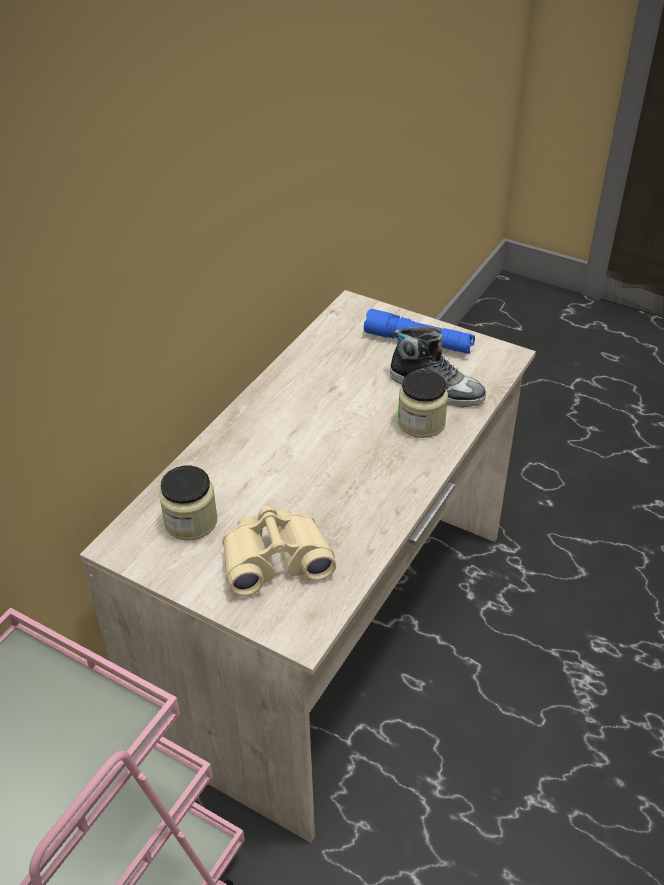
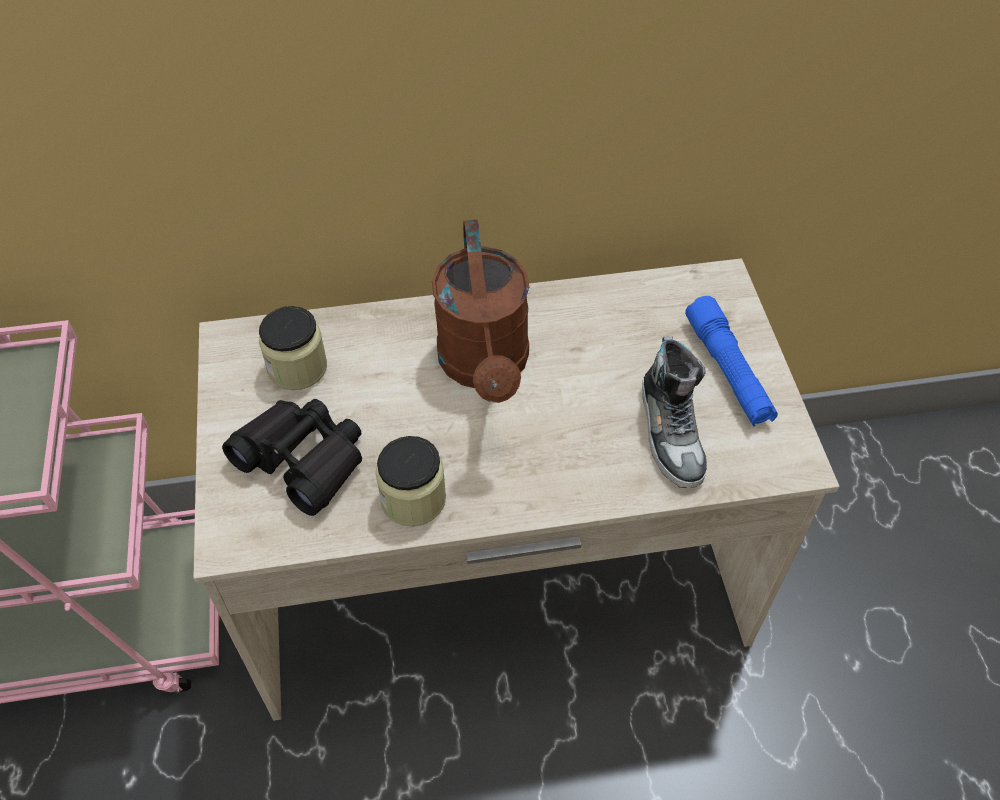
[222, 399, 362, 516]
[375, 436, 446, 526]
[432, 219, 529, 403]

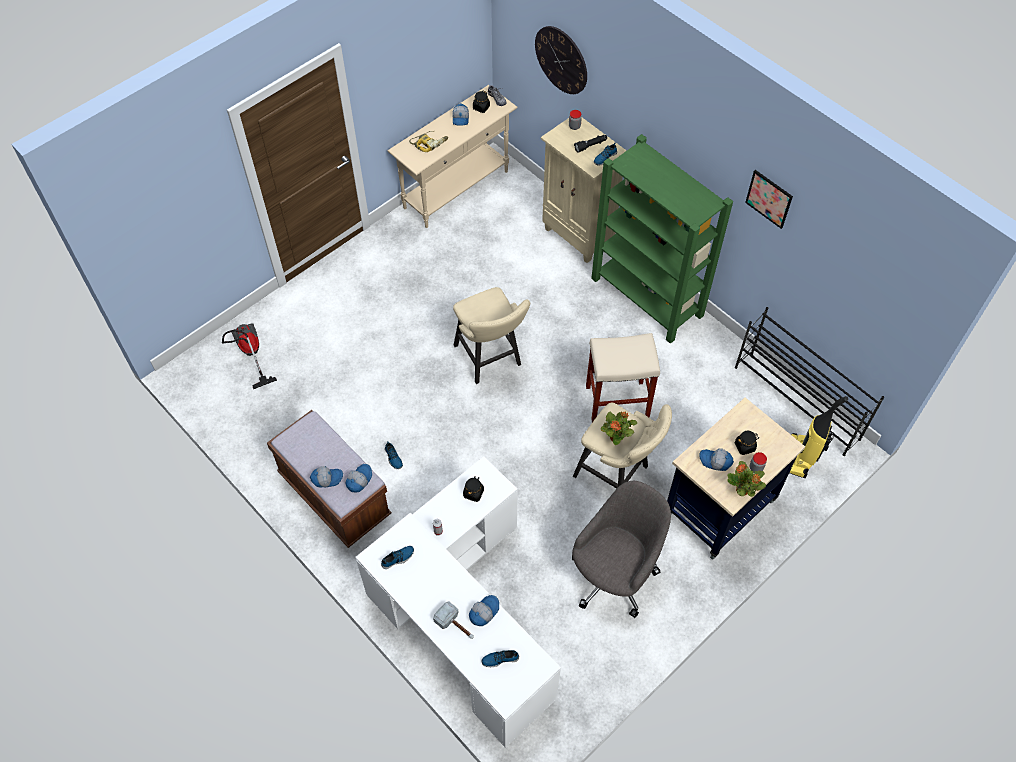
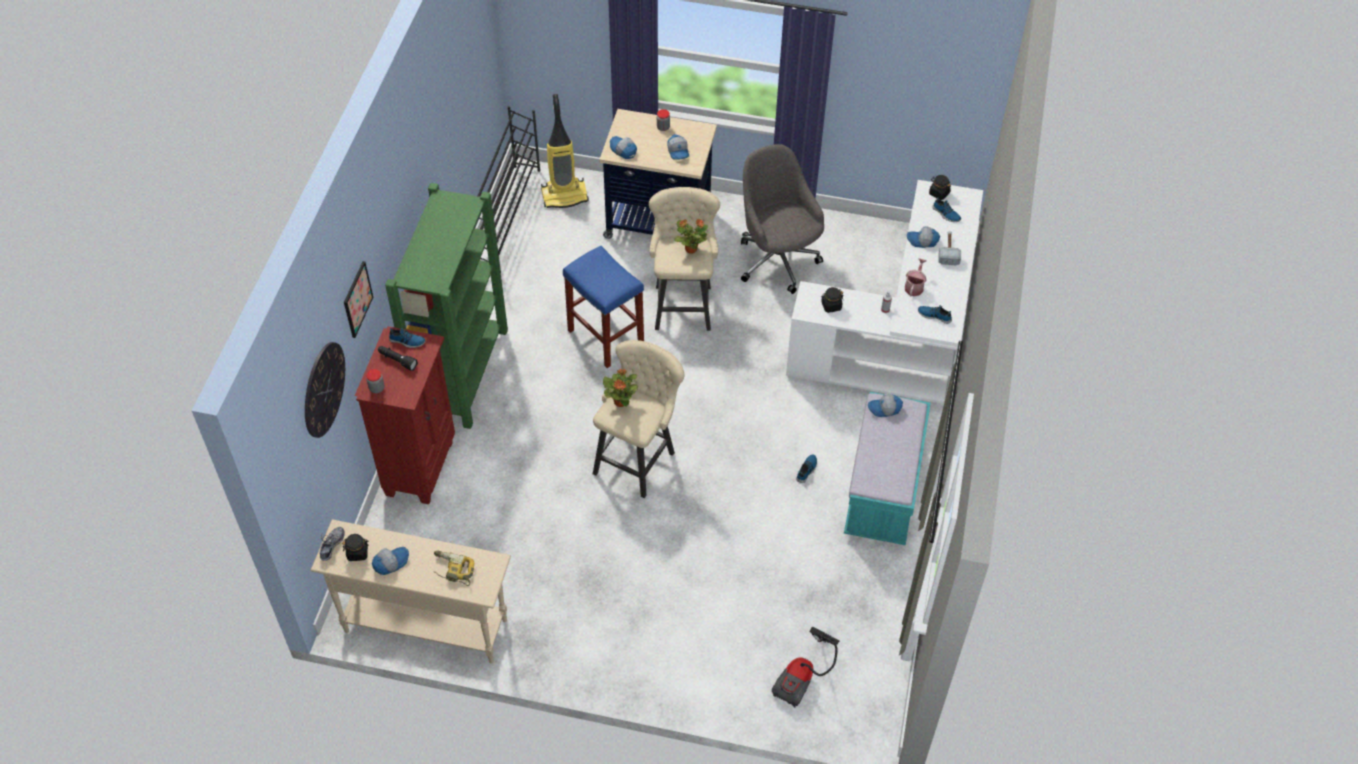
[344, 261, 373, 338]
[355, 326, 455, 504]
[563, 246, 644, 368]
[603, 369, 638, 407]
[610, 136, 637, 159]
[741, 144, 824, 294]
[844, 392, 931, 545]
[905, 259, 927, 296]
[929, 175, 951, 200]

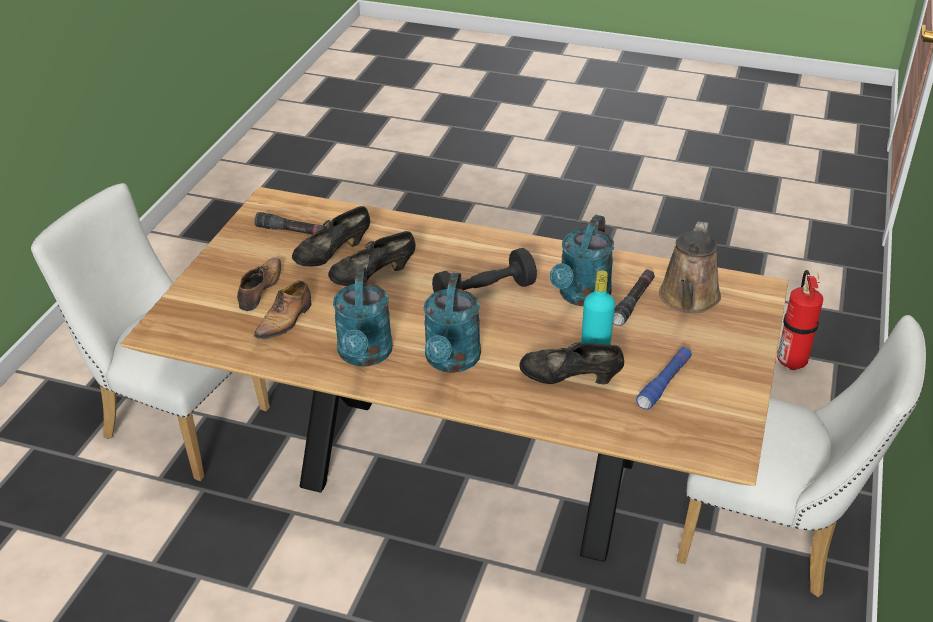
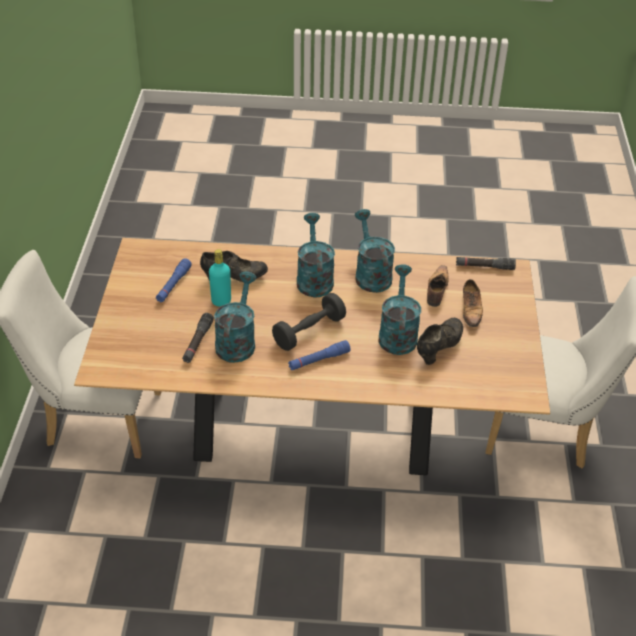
[288, 340, 351, 370]
[378, 264, 421, 355]
[456, 257, 516, 270]
[659, 222, 721, 313] (first image)
[777, 270, 823, 370] (first image)

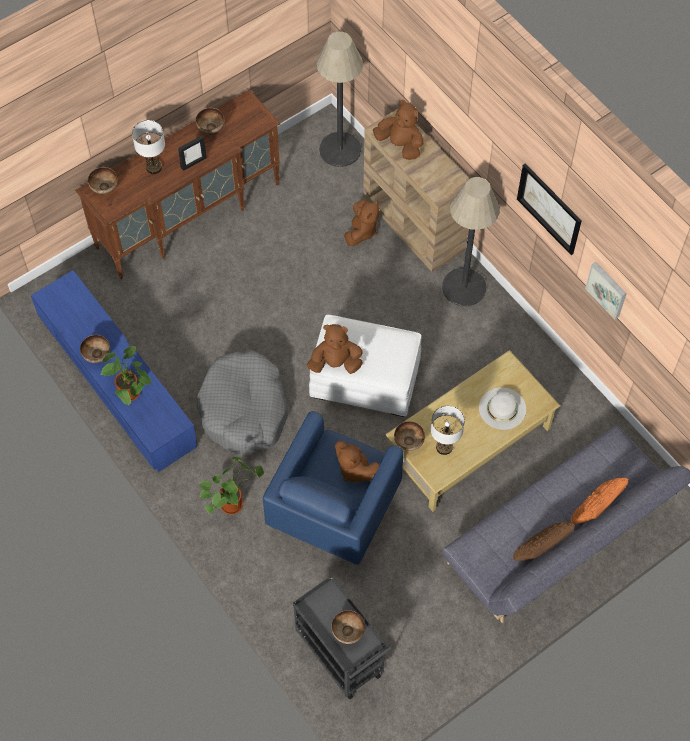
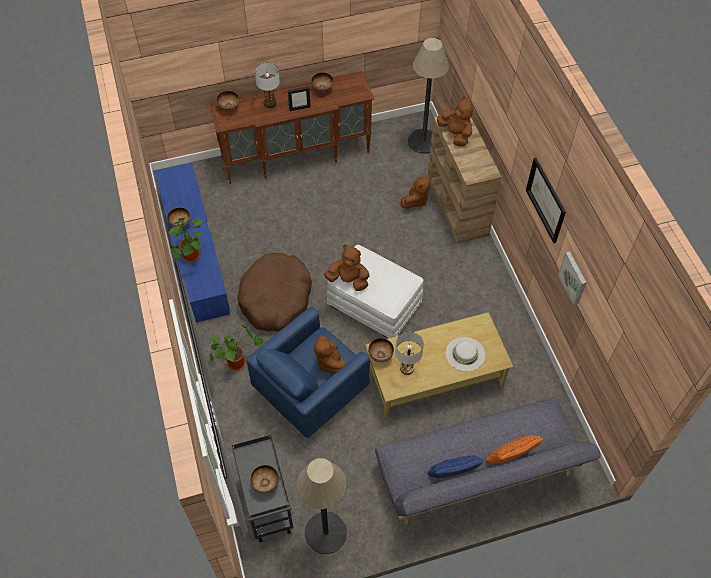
[237, 253, 312, 331]
[296, 458, 347, 554]
[427, 455, 483, 478]

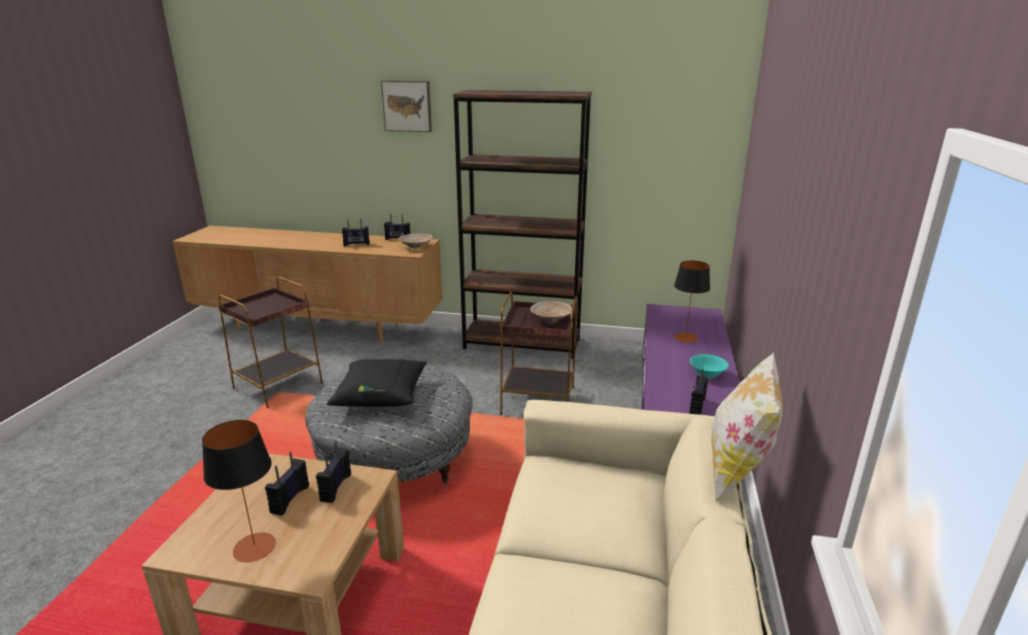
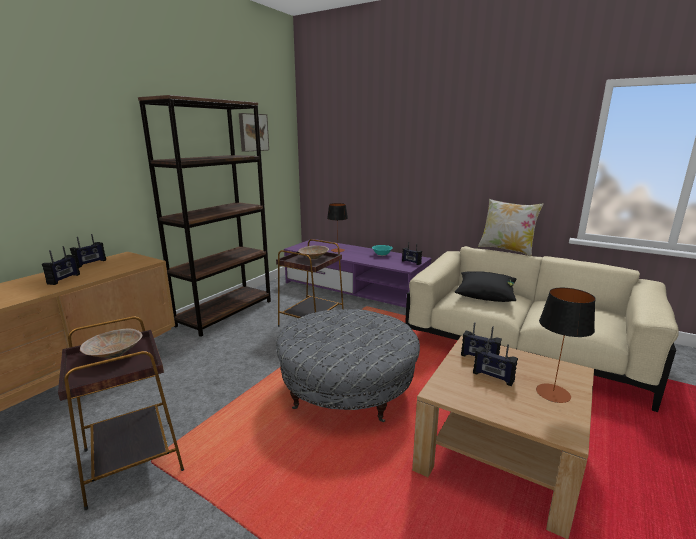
[80, 329, 142, 358]
[239, 113, 269, 152]
[455, 271, 516, 302]

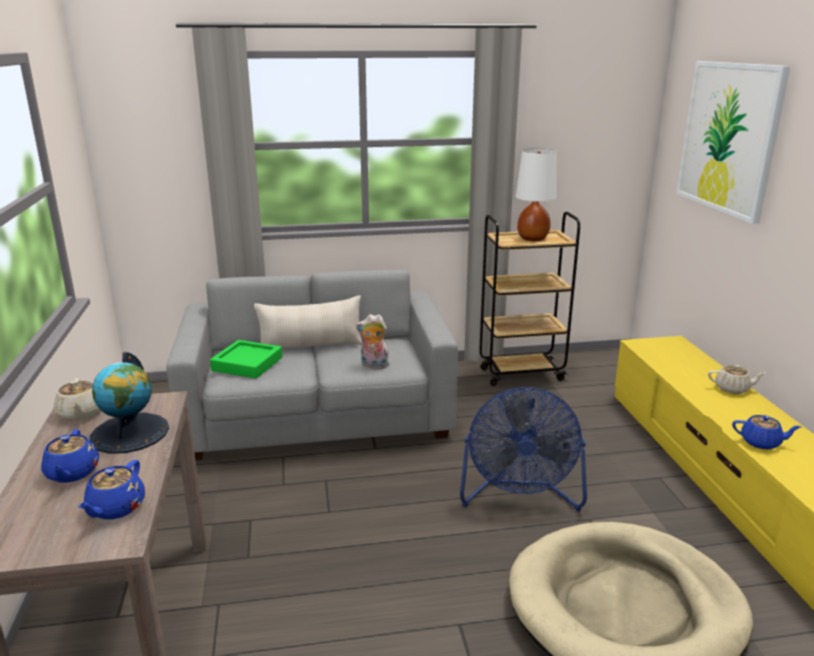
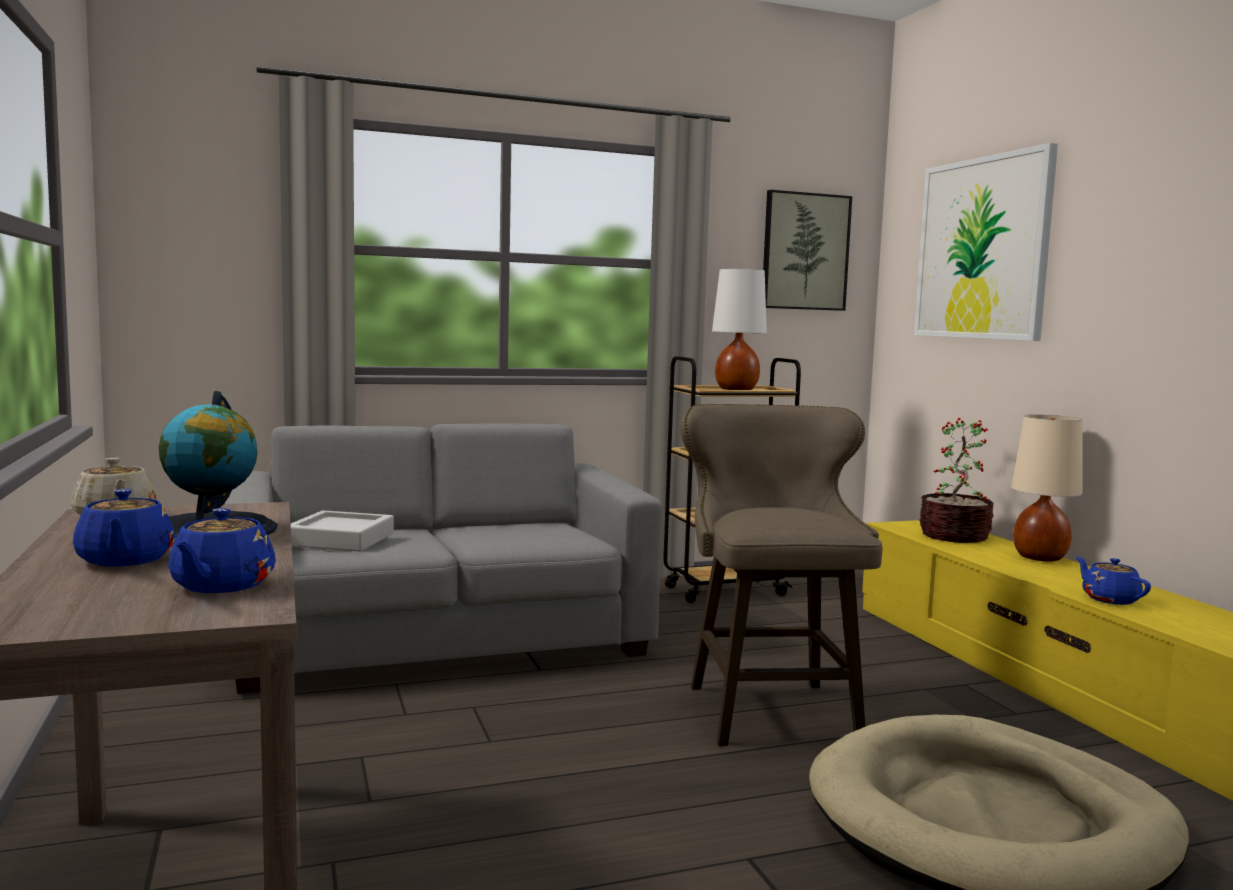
[291, 510, 394, 552]
[680, 404, 882, 746]
[763, 190, 852, 311]
[919, 418, 994, 543]
[1011, 415, 1083, 562]
[1076, 556, 1151, 605]
[254, 295, 362, 349] (first image)
[356, 314, 389, 369] (first image)

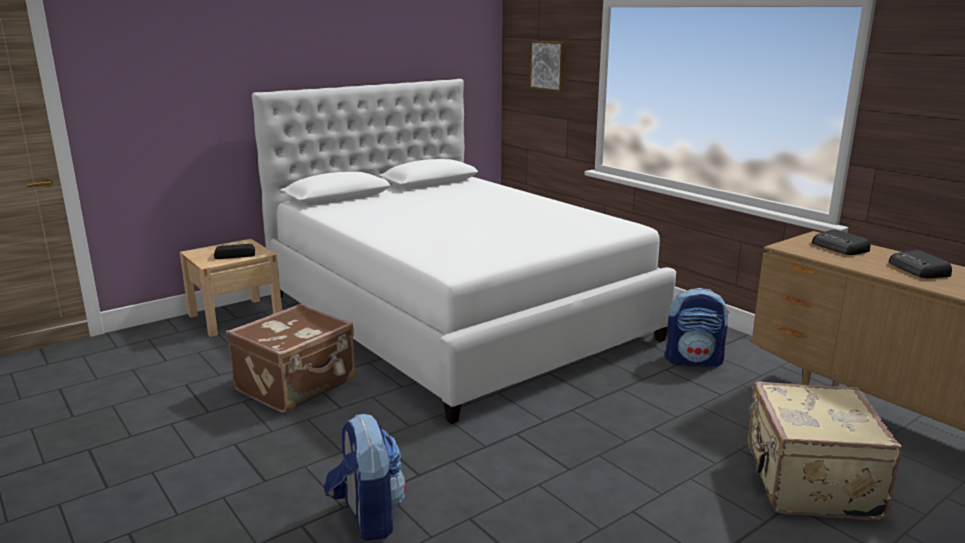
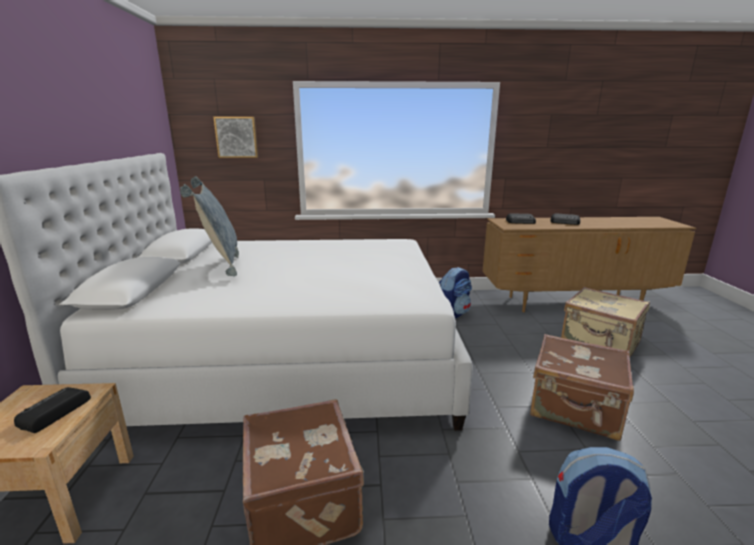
[180, 176, 239, 277]
[530, 334, 634, 441]

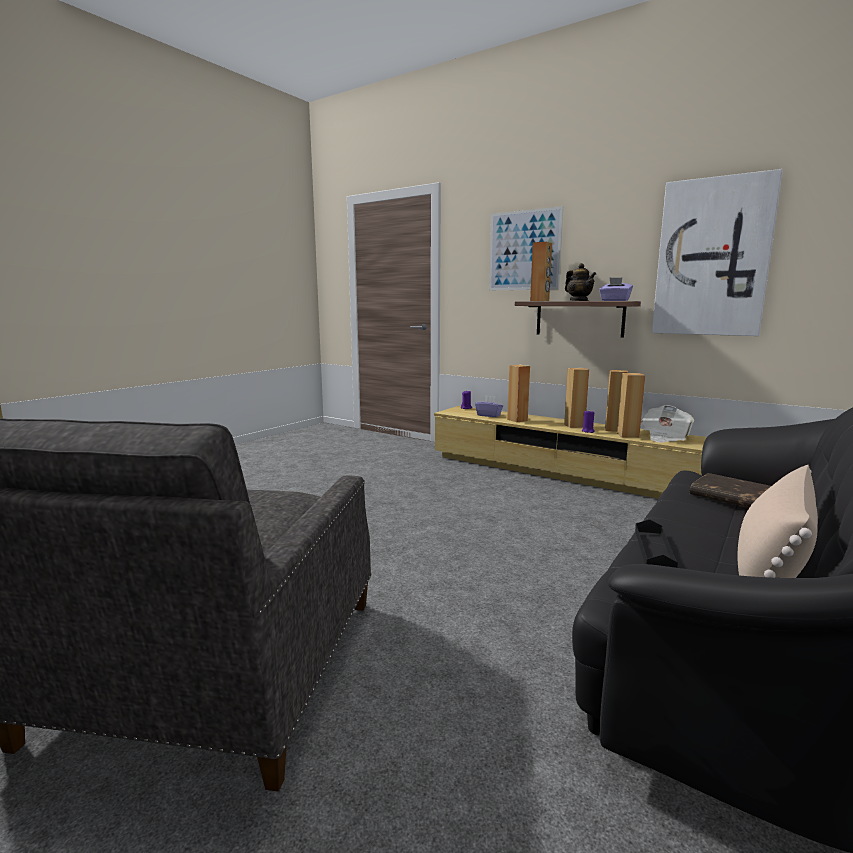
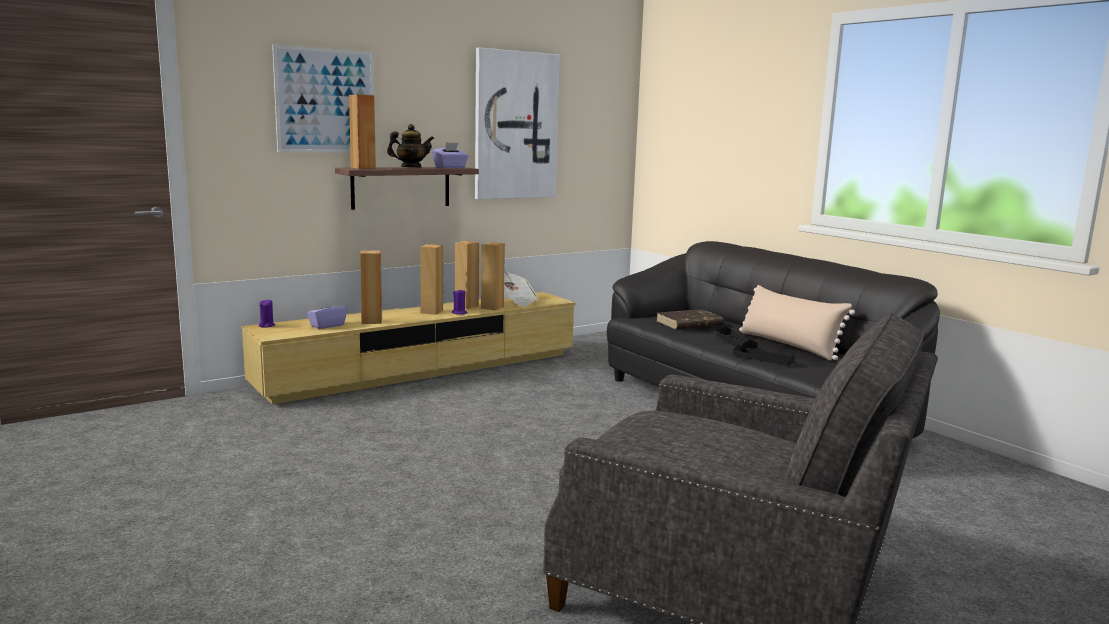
[716, 326, 758, 349]

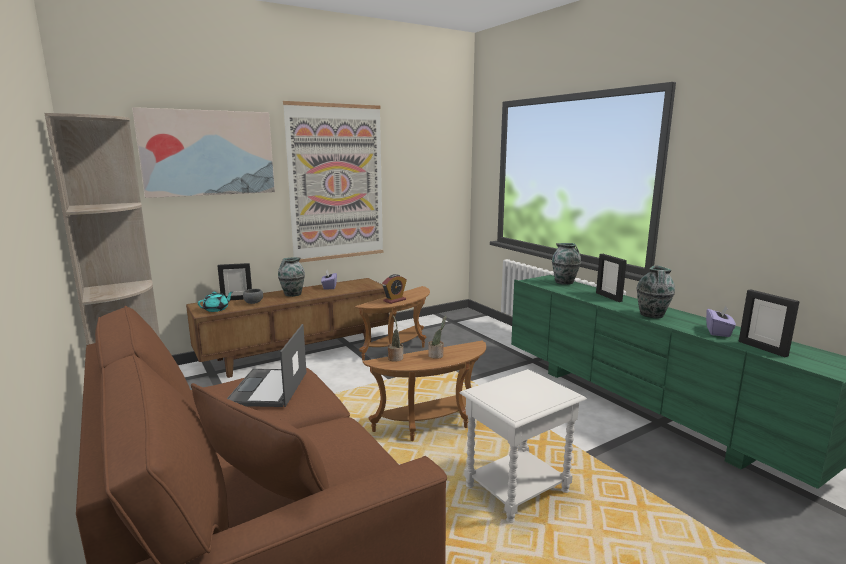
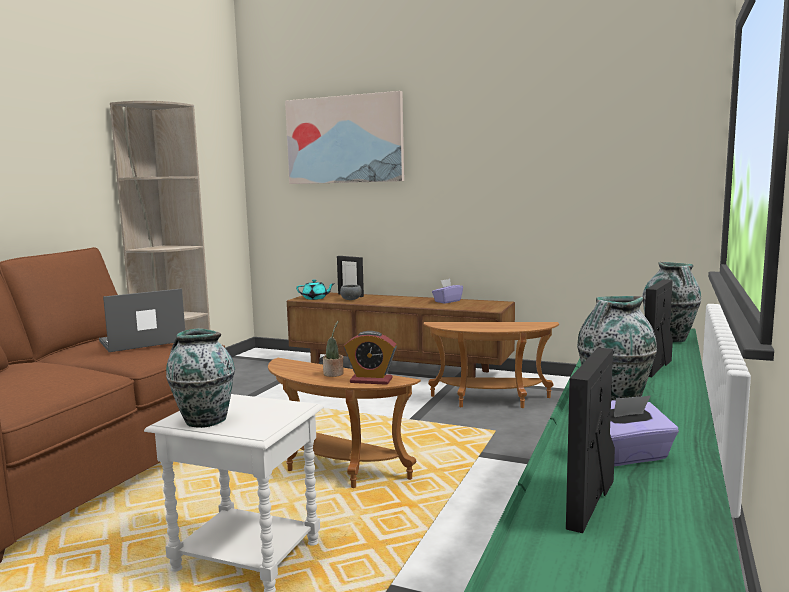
[166, 328, 235, 428]
[344, 331, 397, 385]
[283, 101, 383, 263] (first image)
[388, 315, 403, 362] (first image)

